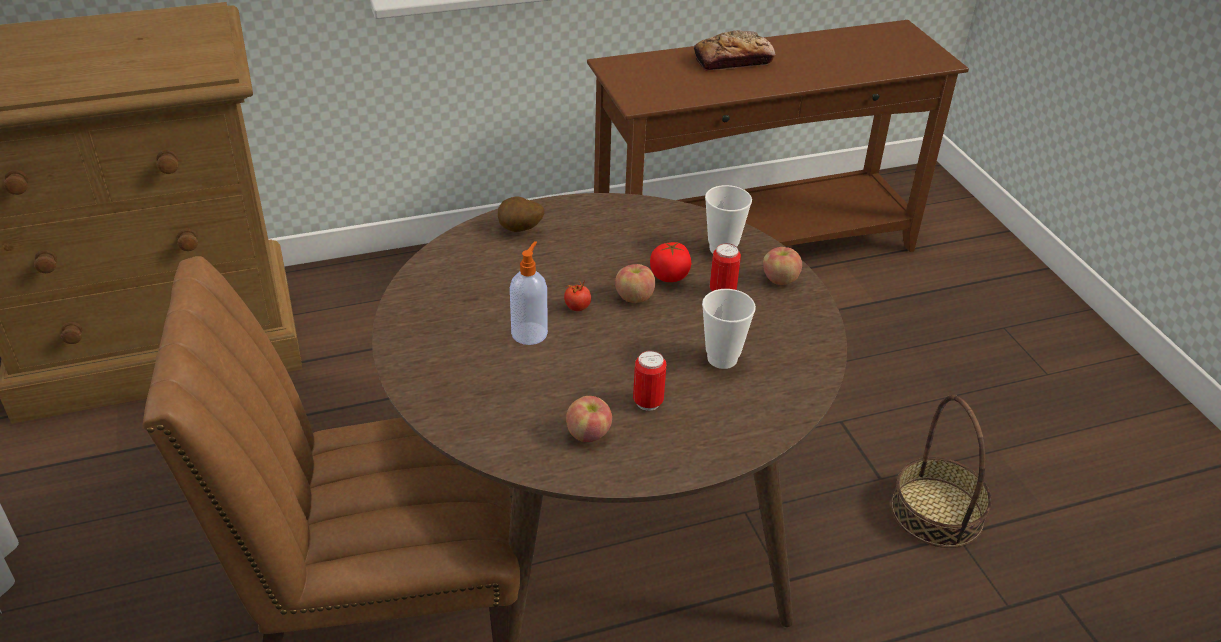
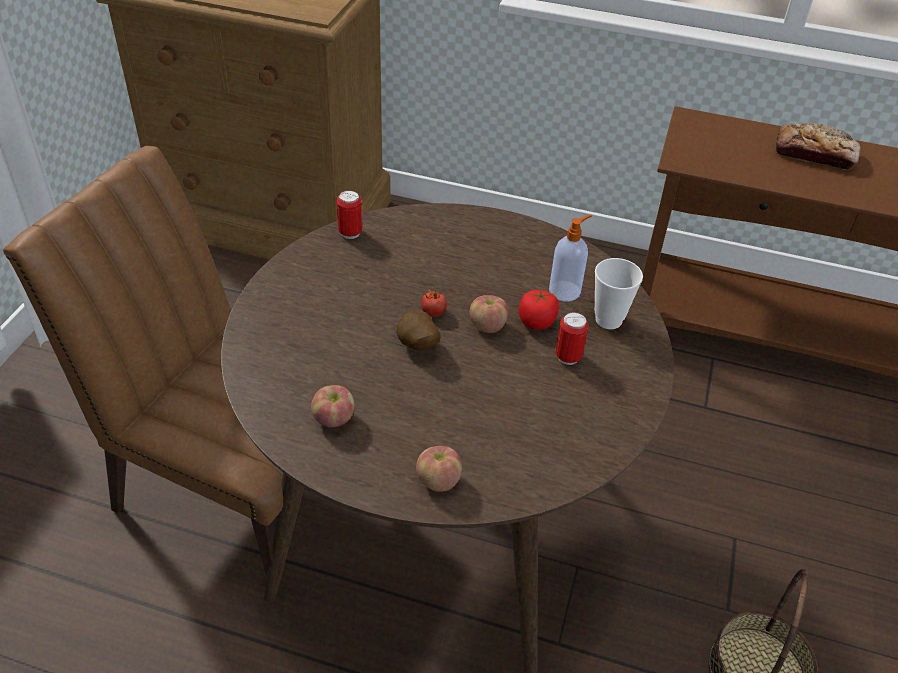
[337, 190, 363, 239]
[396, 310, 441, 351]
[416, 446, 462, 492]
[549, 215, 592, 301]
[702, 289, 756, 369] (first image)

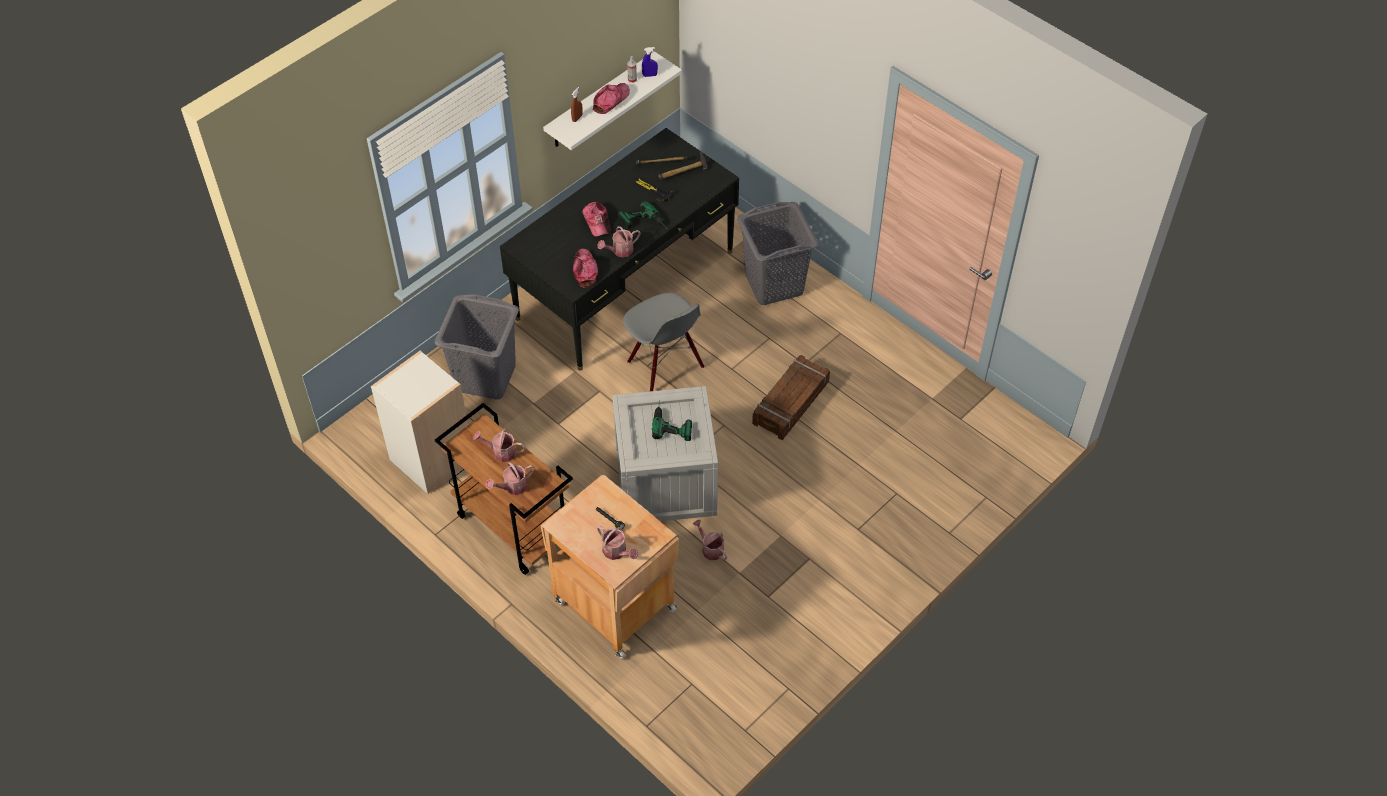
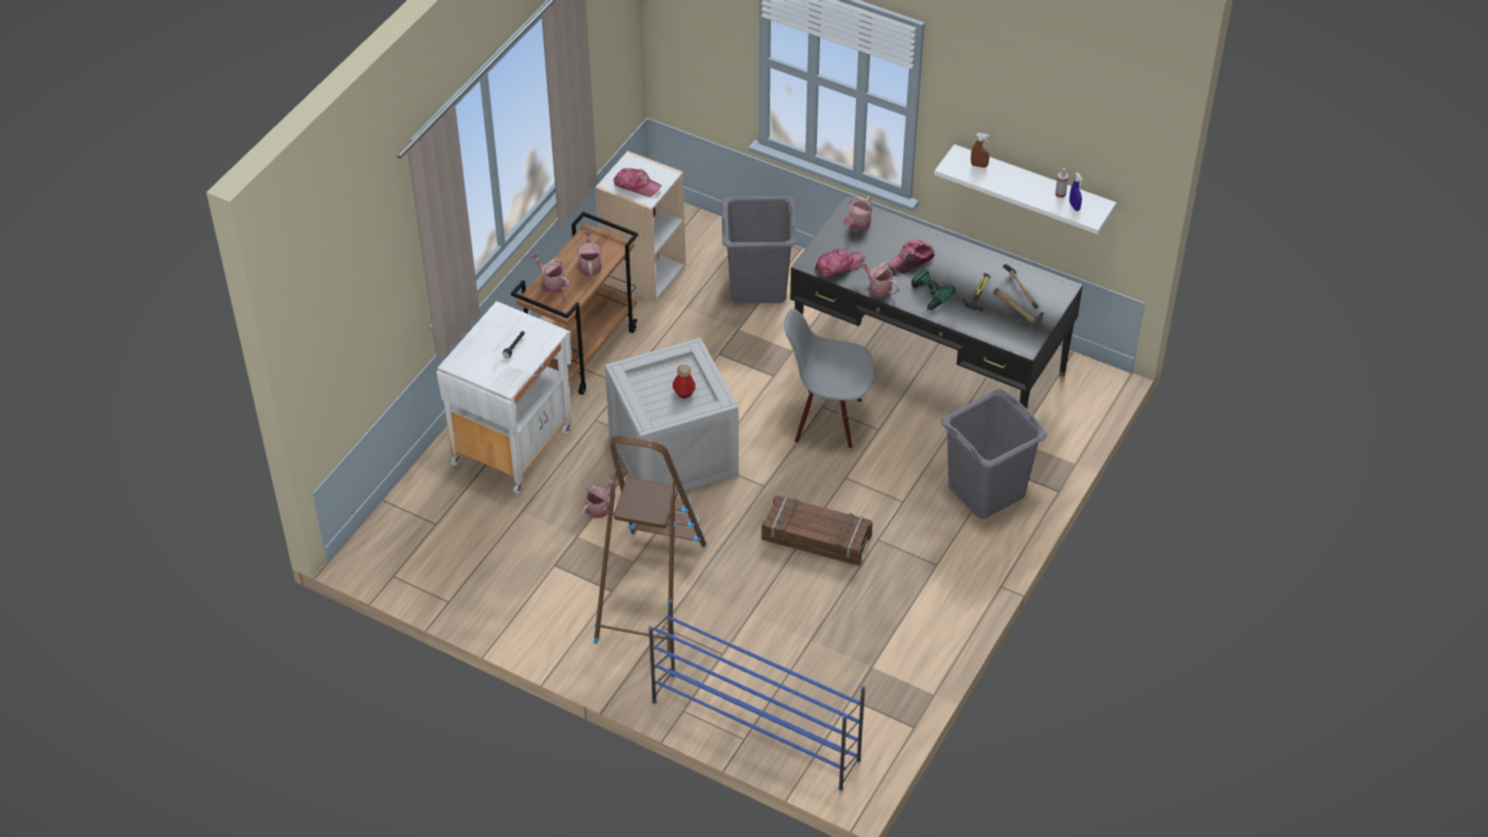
[436, 301, 572, 494]
[594, 436, 706, 658]
[614, 168, 662, 197]
[649, 599, 865, 791]
[672, 365, 696, 399]
[784, 308, 874, 449]
[843, 196, 872, 230]

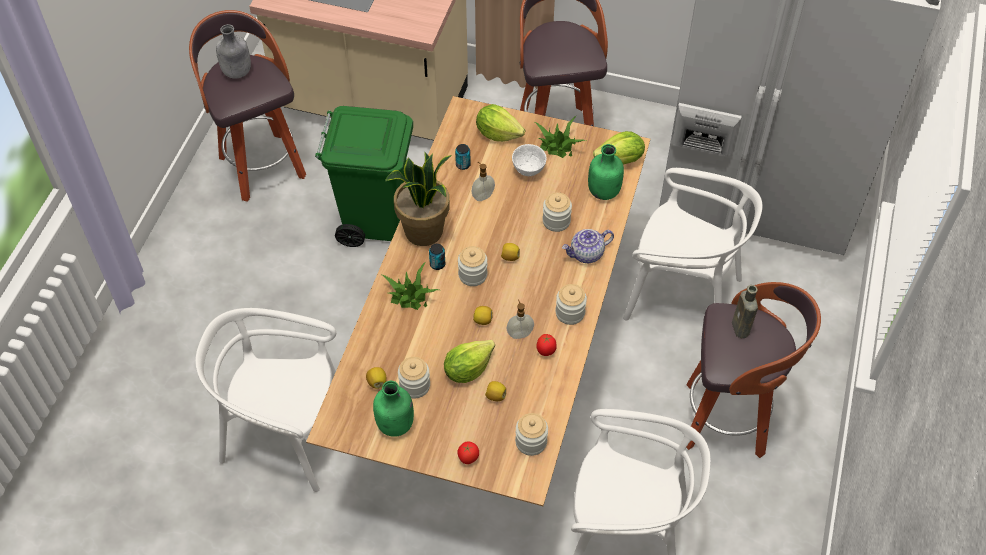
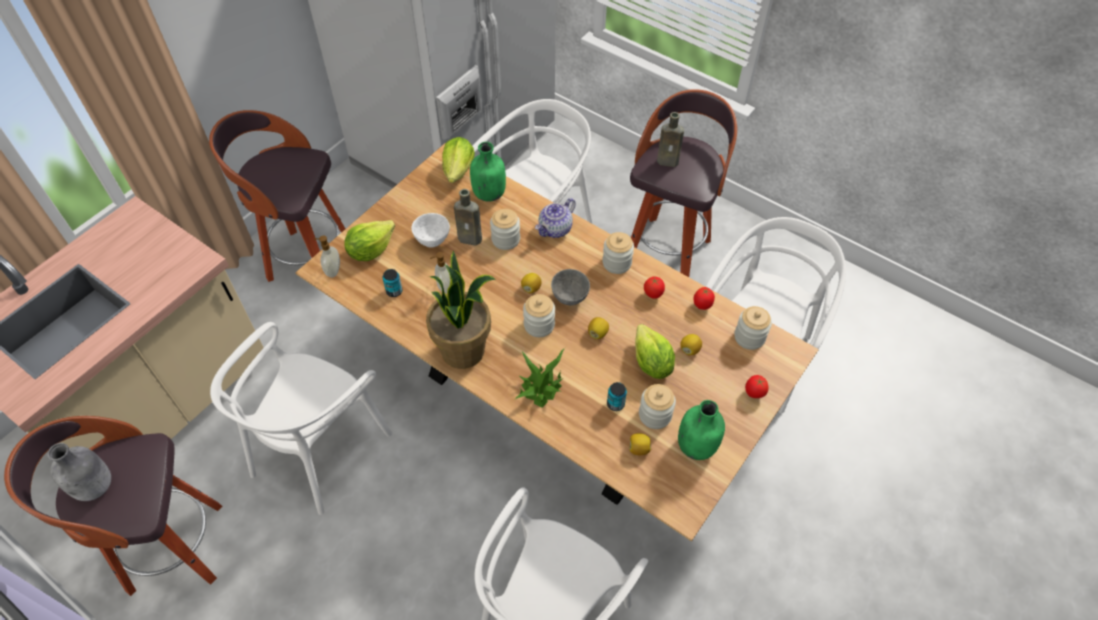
[210, 322, 392, 515]
[314, 236, 340, 278]
[454, 189, 482, 246]
[535, 198, 576, 238]
[551, 269, 590, 305]
[607, 382, 627, 411]
[694, 287, 715, 310]
[535, 116, 586, 158] (first image)

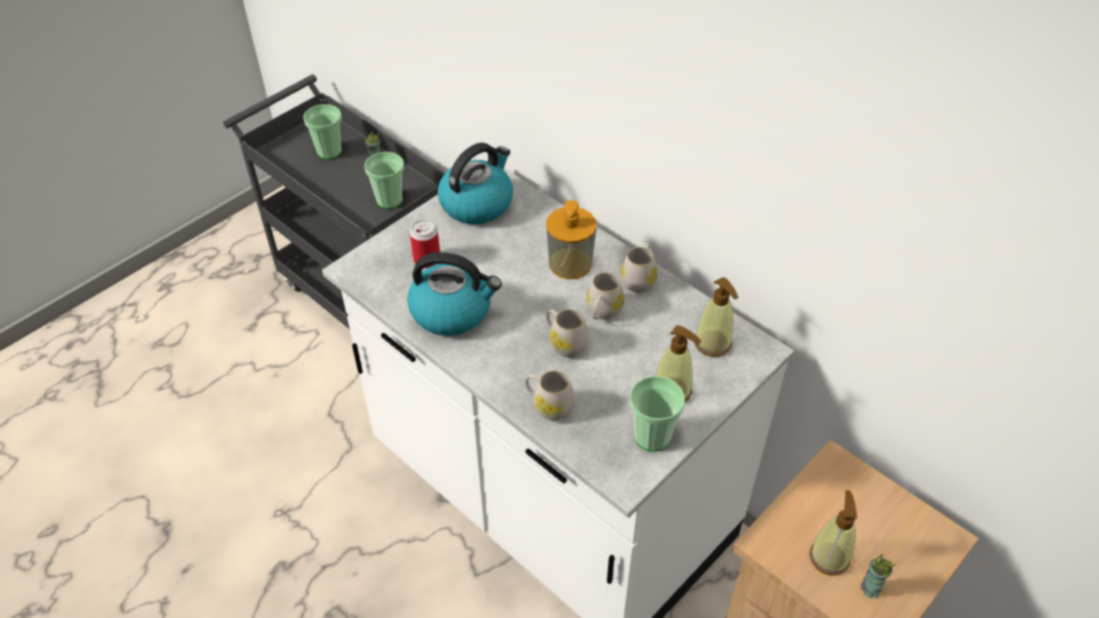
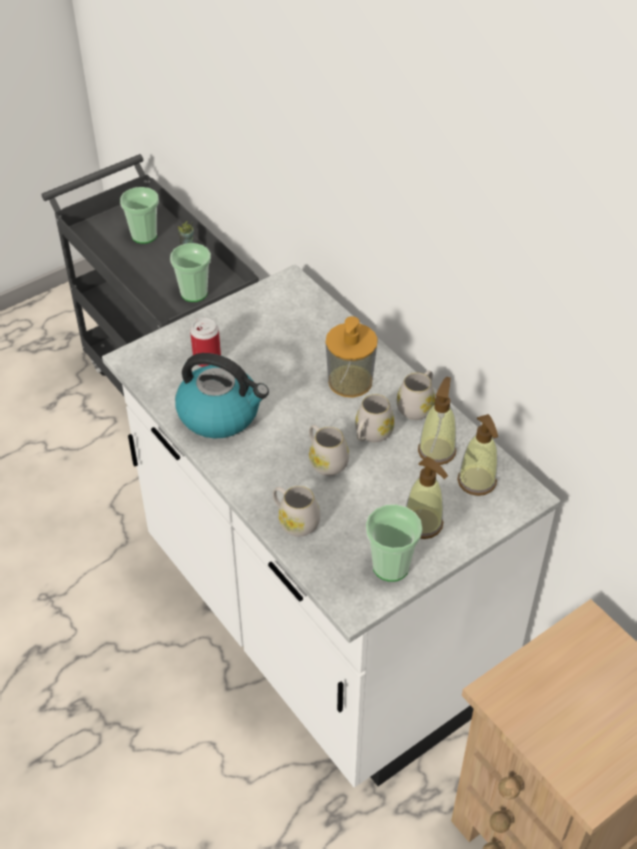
[418, 377, 456, 465]
[438, 143, 513, 224] (first image)
[861, 554, 896, 598] (first image)

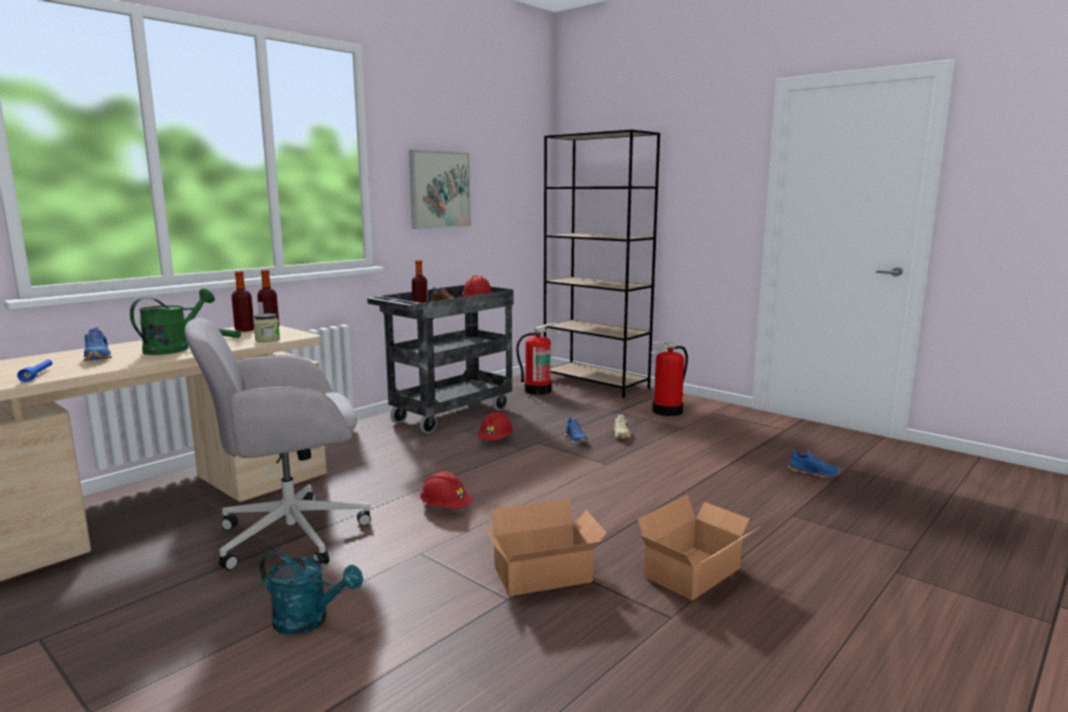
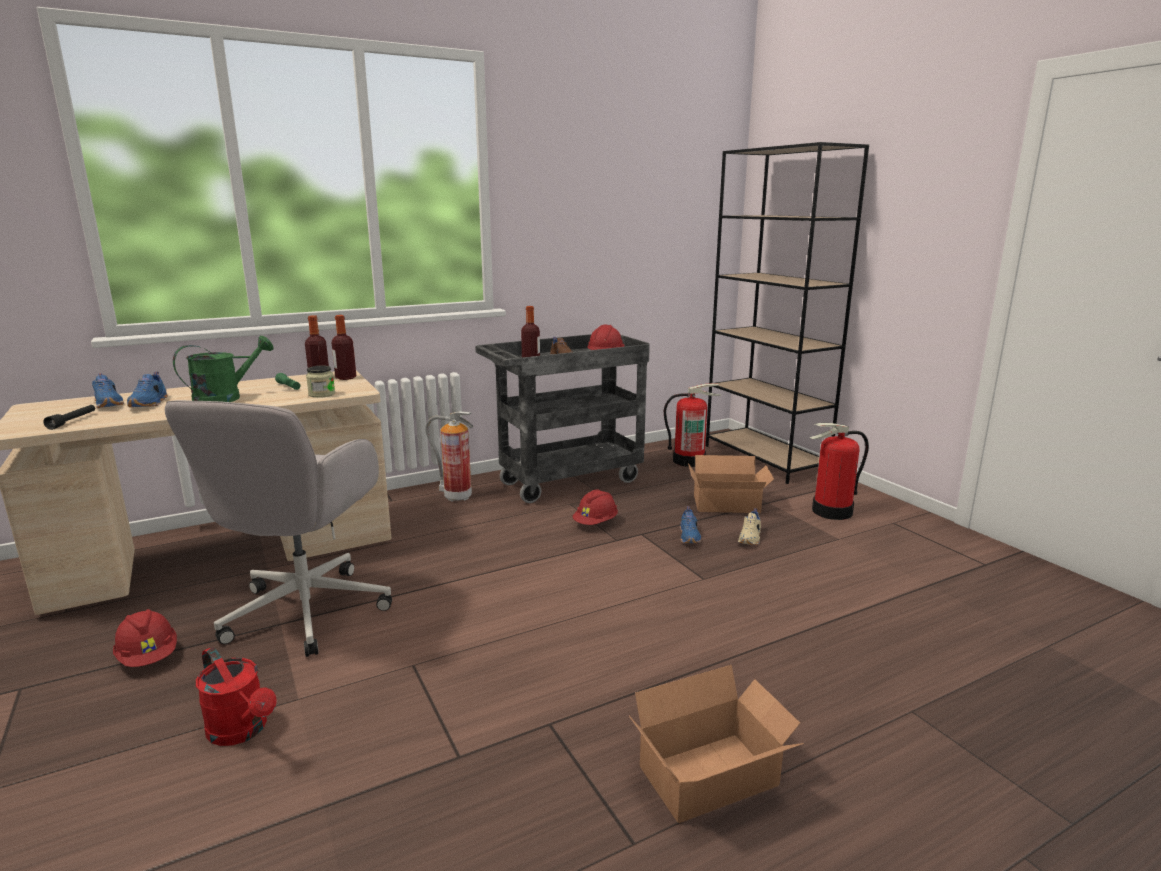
[43, 405, 95, 430]
[92, 373, 124, 408]
[113, 609, 177, 667]
[165, 400, 392, 657]
[196, 647, 277, 746]
[425, 411, 473, 502]
[688, 455, 774, 513]
[409, 150, 471, 229] (first image)

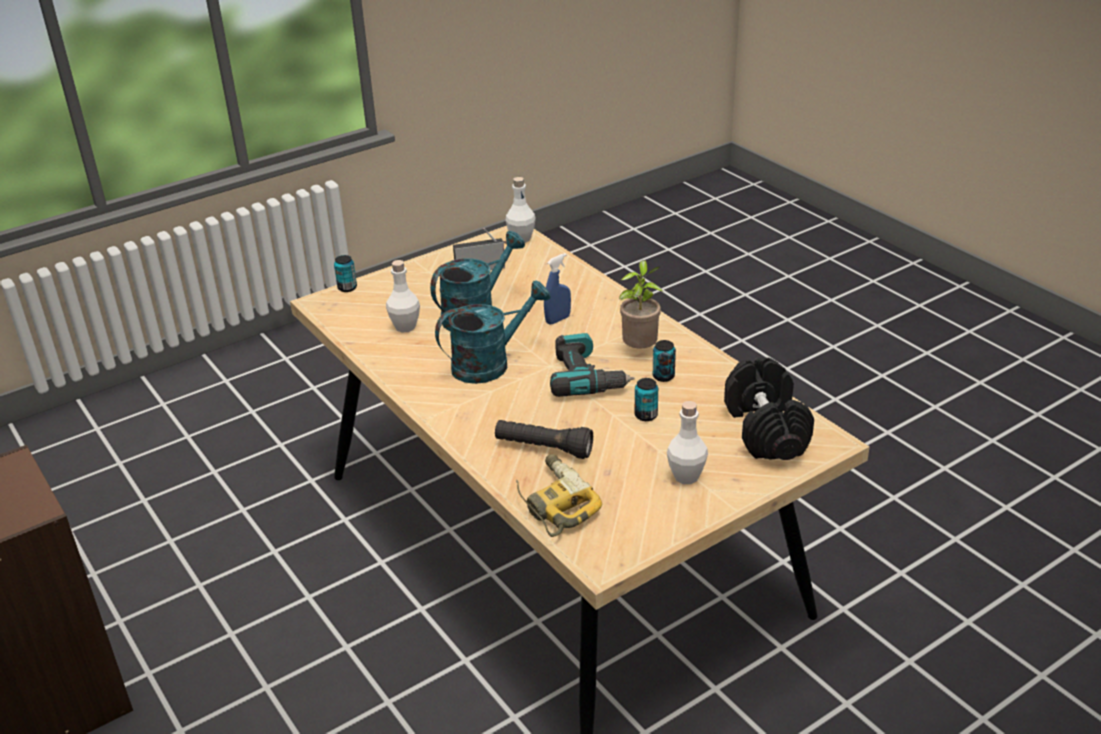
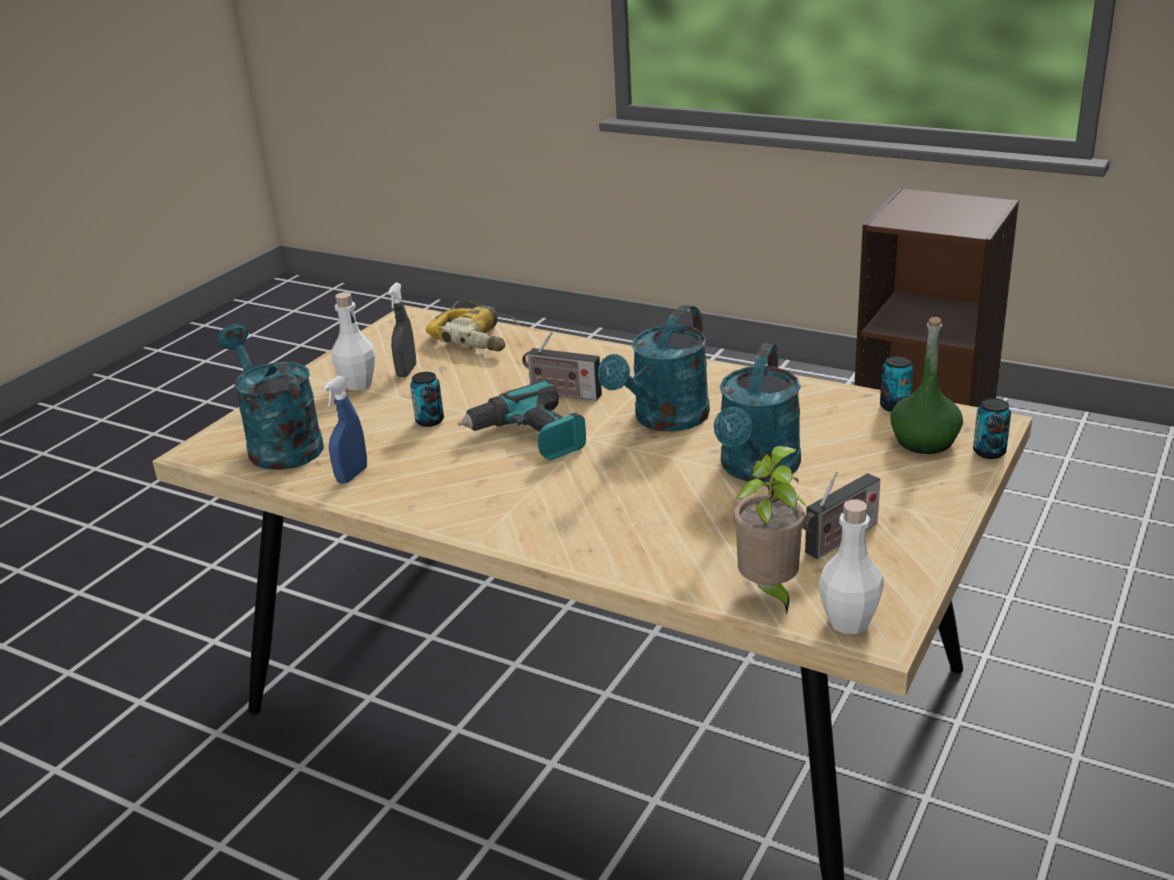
[217, 324, 324, 470]
[322, 376, 367, 484]
[387, 283, 416, 377]
[522, 331, 602, 401]
[734, 446, 808, 614]
[880, 356, 913, 412]
[890, 317, 963, 454]
[386, 260, 420, 333] (first image)
[495, 420, 593, 459] (first image)

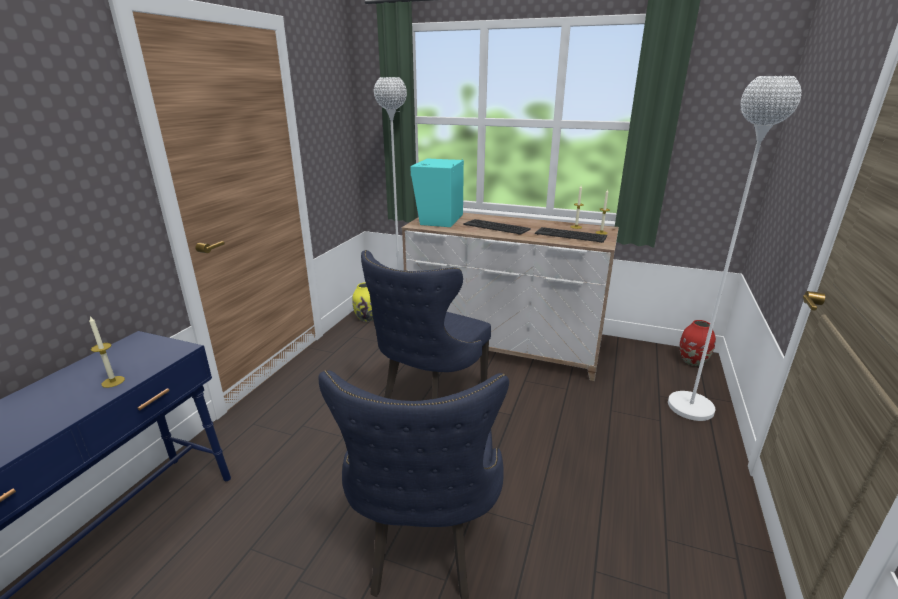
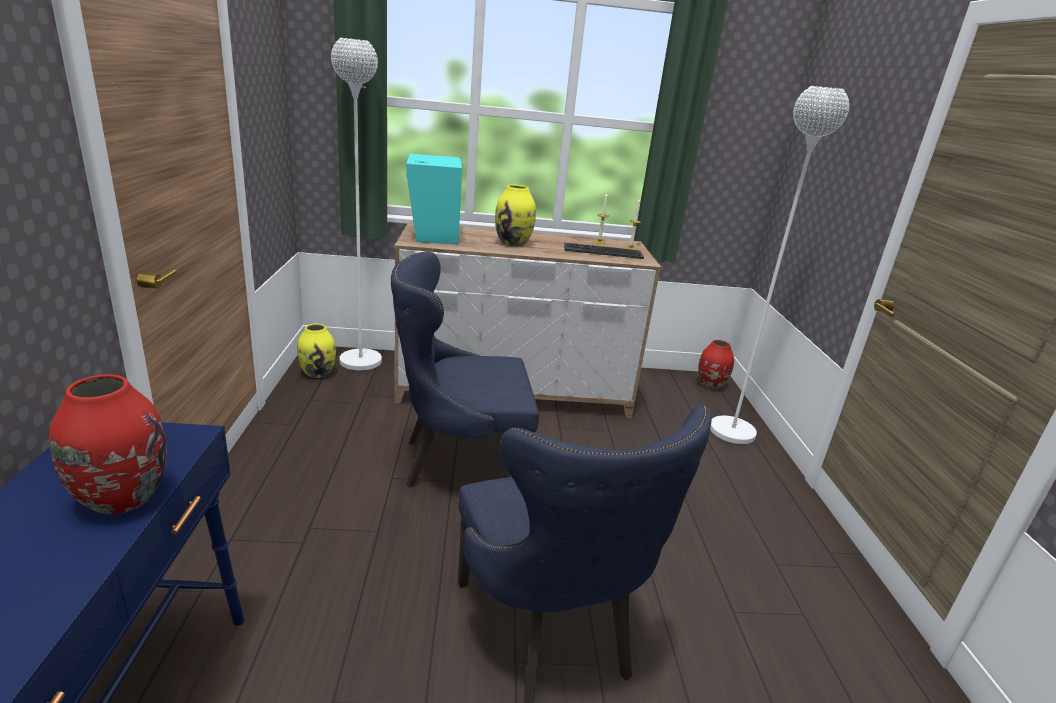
[49, 374, 167, 514]
[391, 251, 539, 488]
[495, 184, 536, 247]

